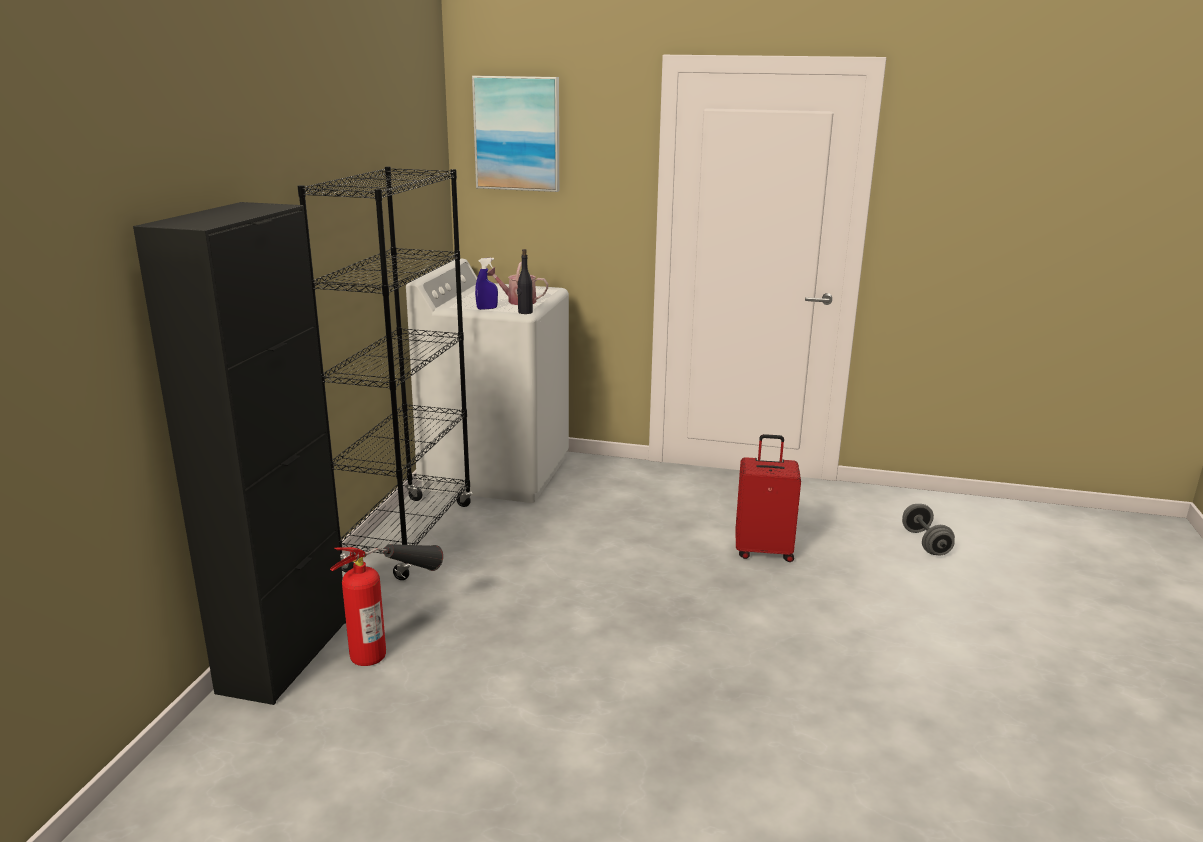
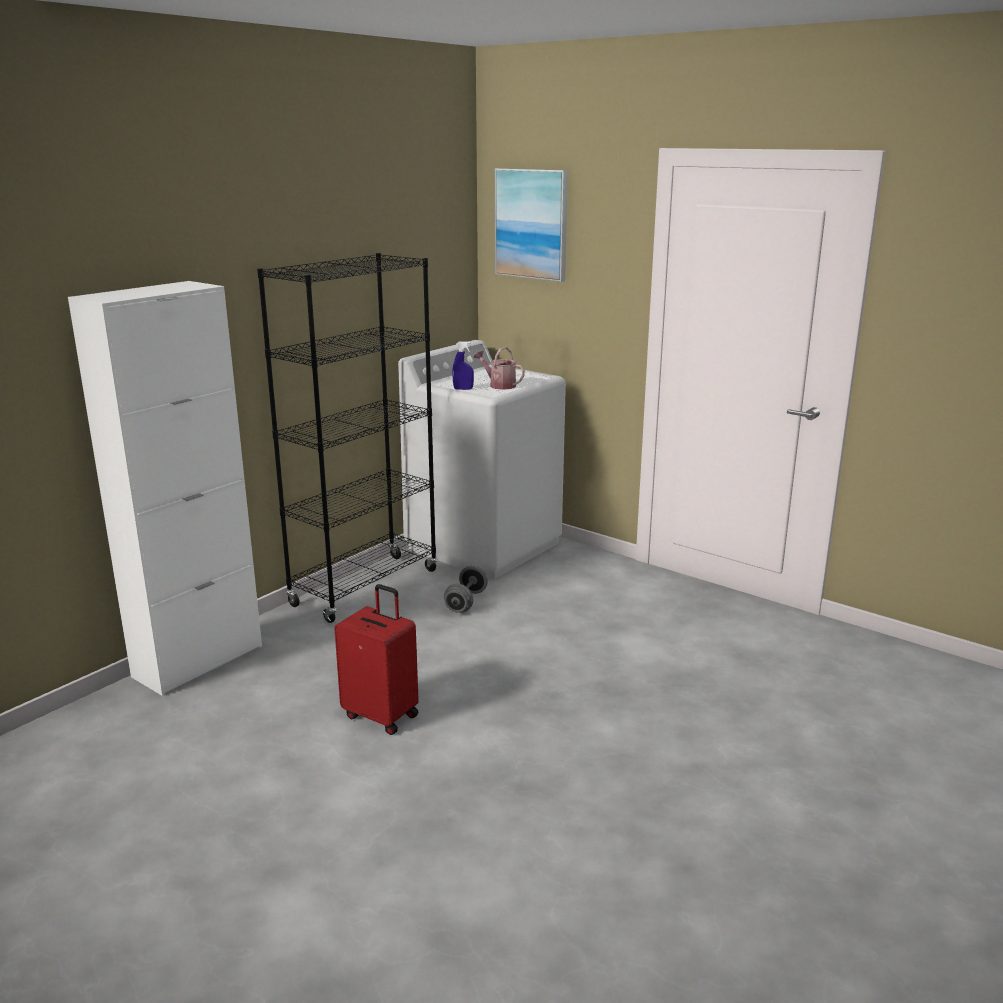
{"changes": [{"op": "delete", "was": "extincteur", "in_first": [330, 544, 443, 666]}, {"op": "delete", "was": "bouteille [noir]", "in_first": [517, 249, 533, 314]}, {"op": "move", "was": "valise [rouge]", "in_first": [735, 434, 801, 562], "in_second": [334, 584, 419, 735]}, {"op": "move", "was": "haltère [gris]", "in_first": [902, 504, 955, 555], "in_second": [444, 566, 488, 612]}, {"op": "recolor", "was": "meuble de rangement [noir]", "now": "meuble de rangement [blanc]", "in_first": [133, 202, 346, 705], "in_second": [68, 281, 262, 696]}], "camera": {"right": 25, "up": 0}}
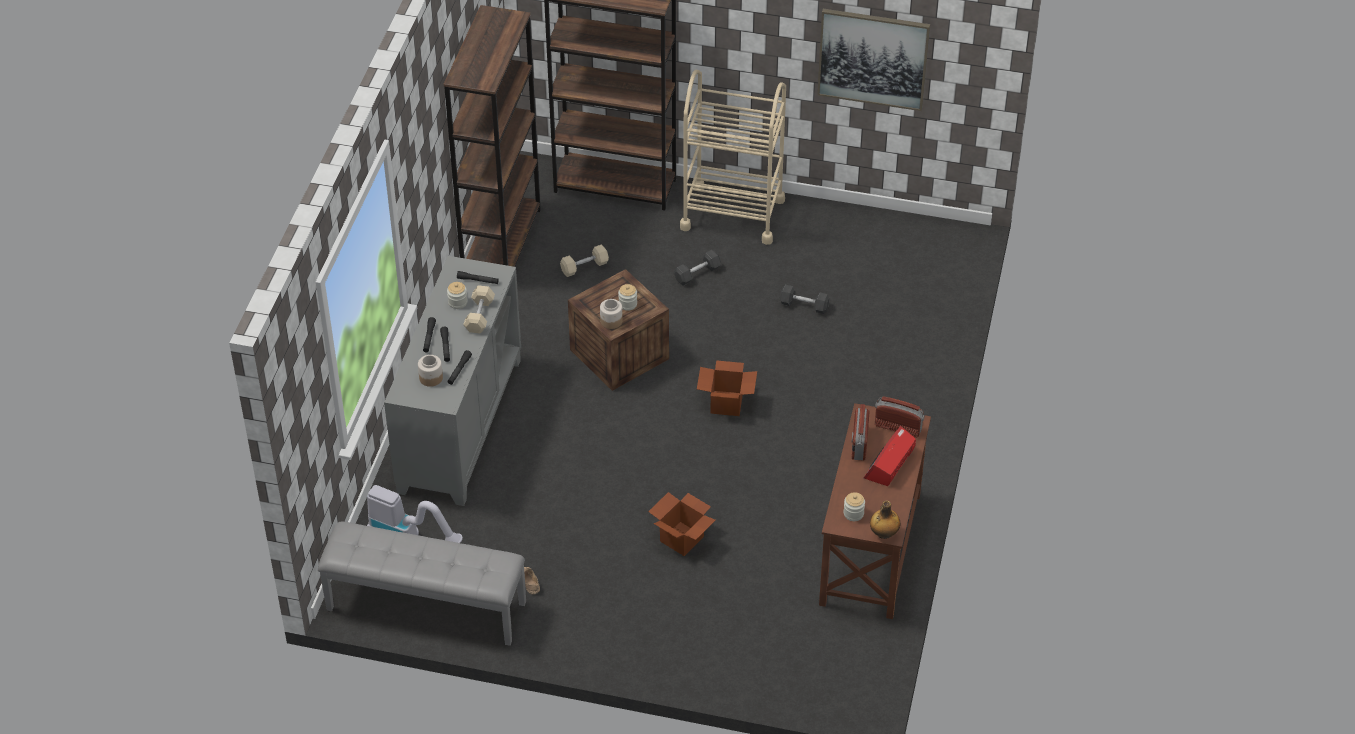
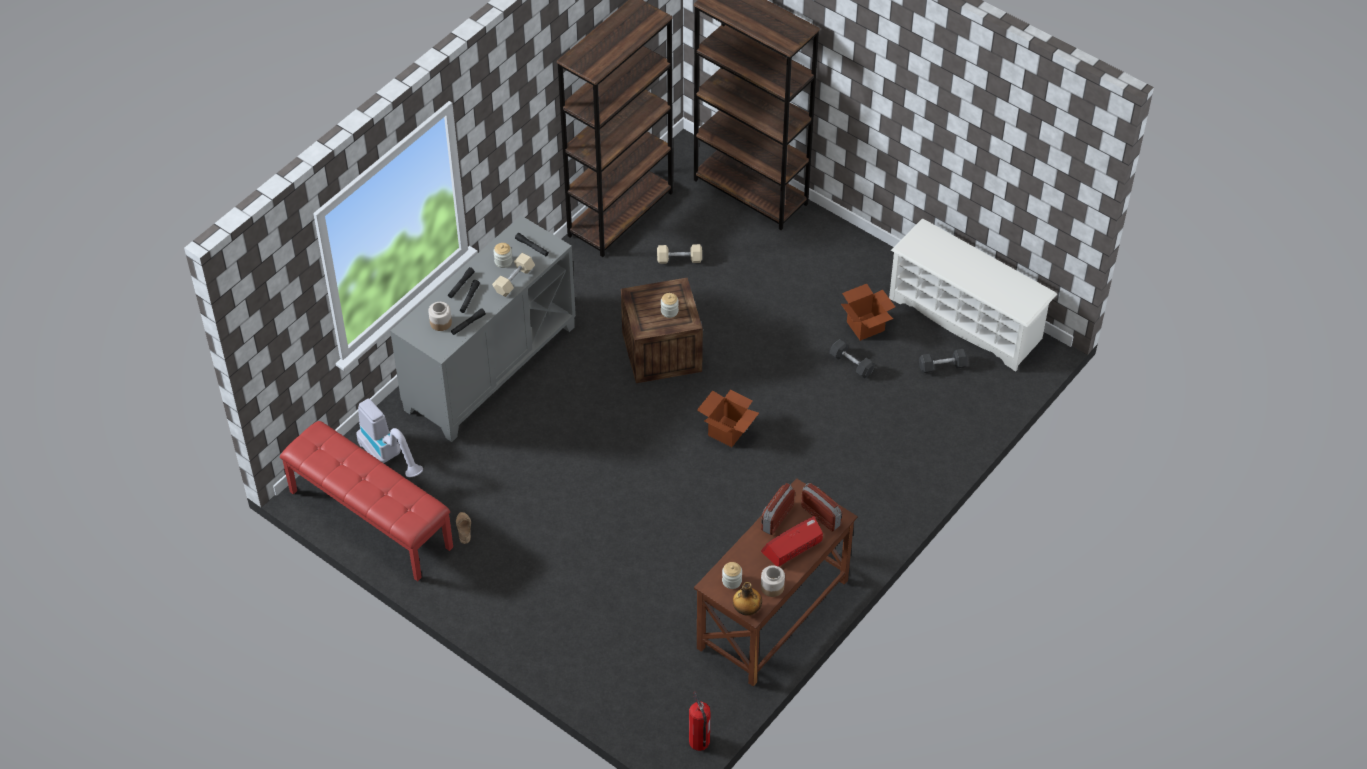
{"changes": [{"op": "delete", "was": "chariot [beige]", "in_first": [680, 70, 786, 245]}, {"op": "delete", "was": "tableau", "in_first": [817, 9, 930, 111]}, {"op": "insert", "now": "extincteur", "in_second": [689, 692, 710, 751]}, {"op": "insert", "now": "étagère à chaussures [blanc]", "in_second": [889, 219, 1057, 371]}, {"op": "move", "was": "bocal", "in_first": [600, 299, 623, 329], "in_second": [761, 565, 785, 597]}, {"op": "move", "was": "carton", "in_first": [648, 492, 716, 556], "in_second": [841, 284, 895, 341]}, {"op": "move", "was": "haltère [gris]", "in_first": [674, 250, 721, 286], "in_second": [919, 349, 968, 374]}, {"op": "recolor", "was": "banc [gris]", "now": "banc [rouge]", "in_first": [318, 521, 526, 646], "in_second": [280, 421, 453, 581]}], "camera": {"right": 25, "up": 5}}
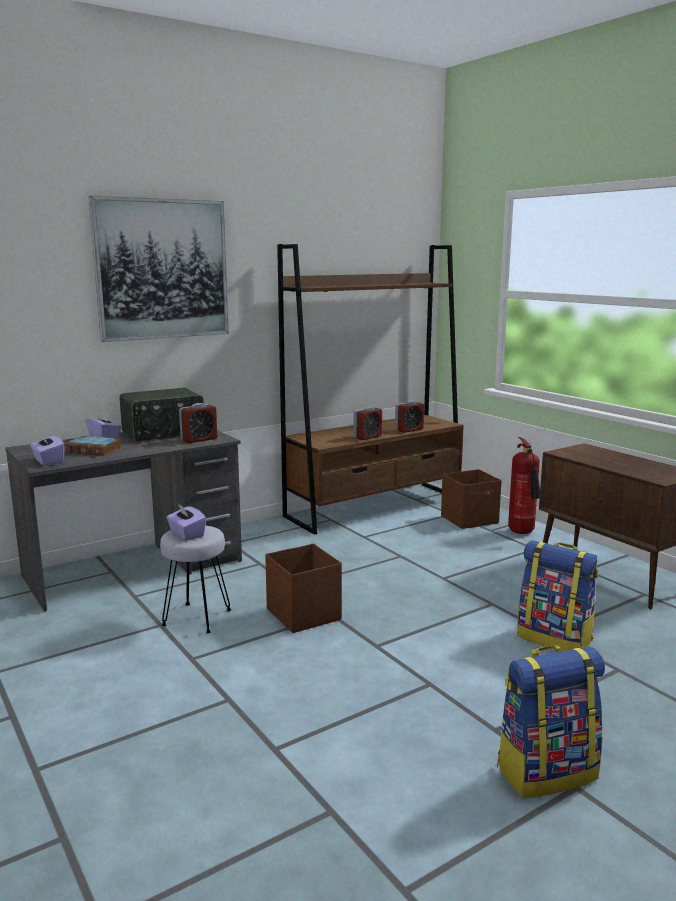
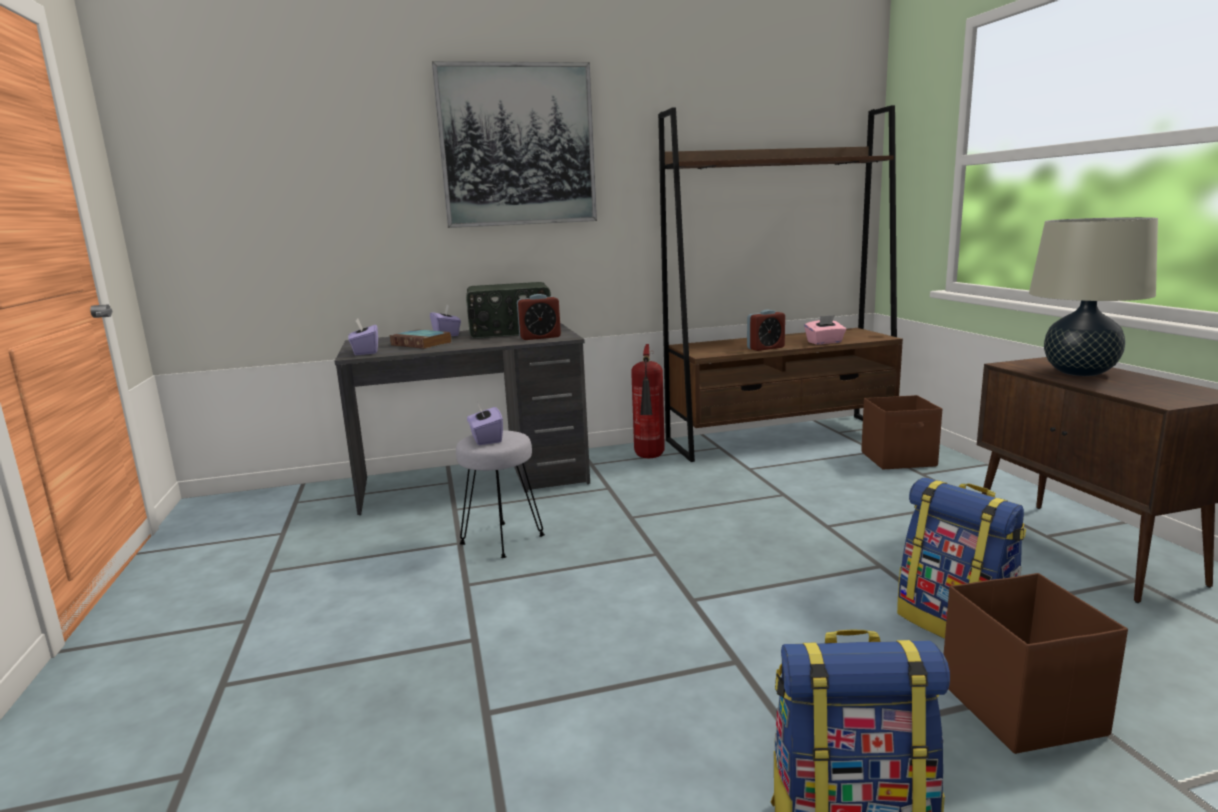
{"changes": [{"op": "insert", "now": "lampe de table [beige]", "in_second": [1029, 217, 1158, 376]}, {"op": "move", "was": "boîte de rangement [marron]", "in_first": [265, 544, 342, 633], "in_second": [944, 573, 1128, 754]}, {"op": "move", "was": "extincteur", "in_first": [508, 437, 540, 534], "in_second": [631, 344, 665, 458]}, {"op": "replace", "was": "réveil", "now": "boîte à mouchoirs [rose]", "in_first": [395, 400, 424, 433], "in_second": [804, 315, 846, 345]}], "camera": {"right": 20, "up": 0}}
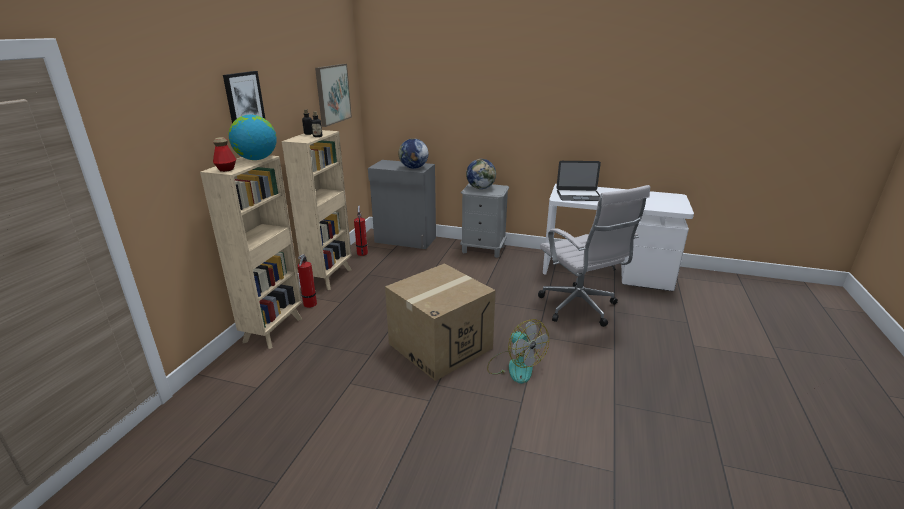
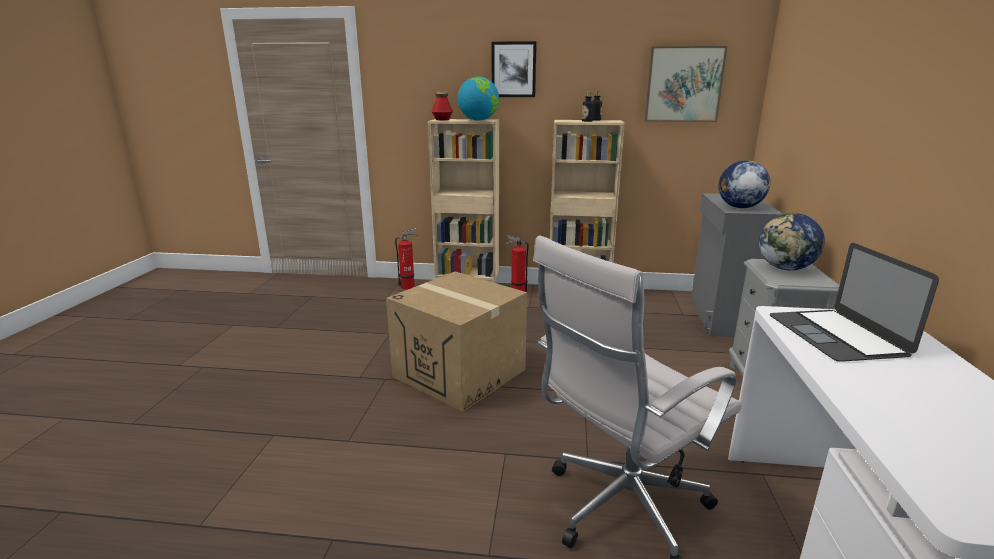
{"changes": [{"op": "delete", "was": "ventilateur", "in_first": [487, 319, 549, 384]}, {"op": "move", "was": "extincteur", "in_first": [354, 206, 368, 256], "in_second": [395, 228, 418, 289]}], "camera": {"right": 80, "up": -5}}
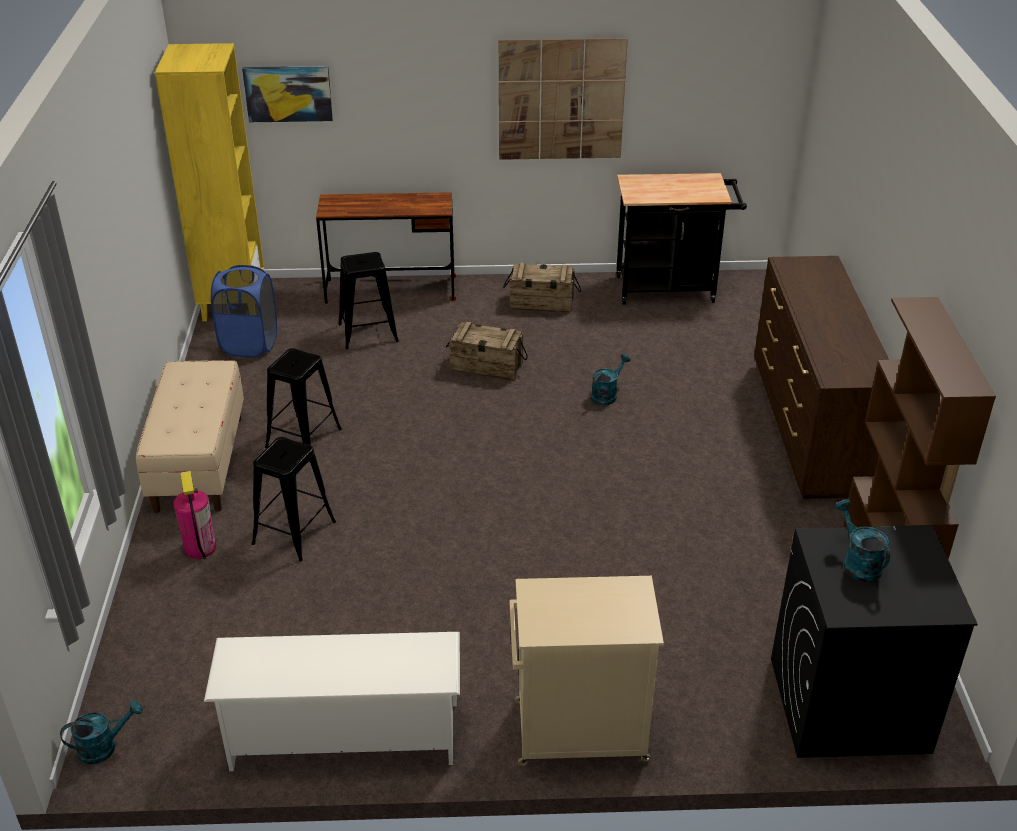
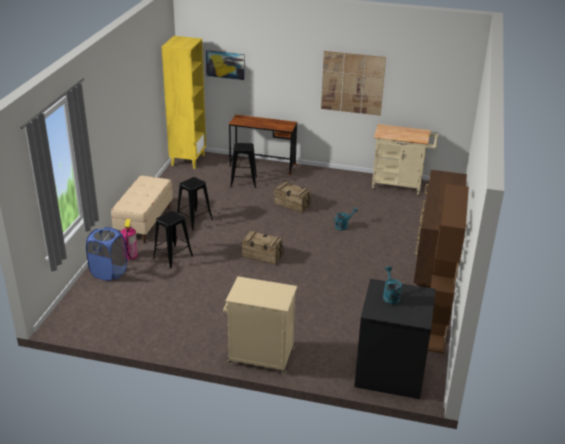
{"changes": [{"op": "delete", "was": "arrosoir [turquoise]", "in_first": [60, 701, 143, 764]}, {"op": "delete", "was": "étagère à chaussures [blanc]", "in_first": [204, 632, 460, 771]}, {"op": "move", "was": "panier à linge [bleu]", "in_first": [211, 265, 277, 357], "in_second": [86, 227, 127, 281]}, {"op": "move", "was": "caisse", "in_first": [503, 262, 581, 313], "in_second": [241, 231, 284, 265]}, {"op": "recolor", "was": "chariot [noir]", "now": "chariot [beige]", "in_first": [616, 173, 747, 305], "in_second": [372, 124, 438, 195]}], "camera": {"right": 15, "up": -5}}
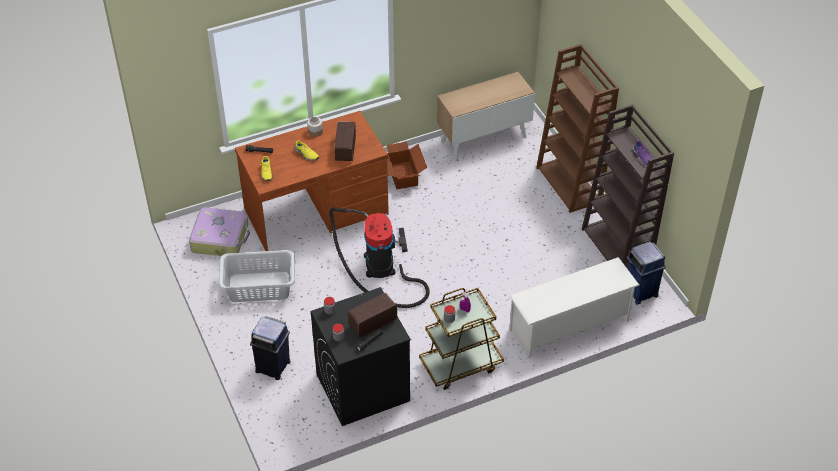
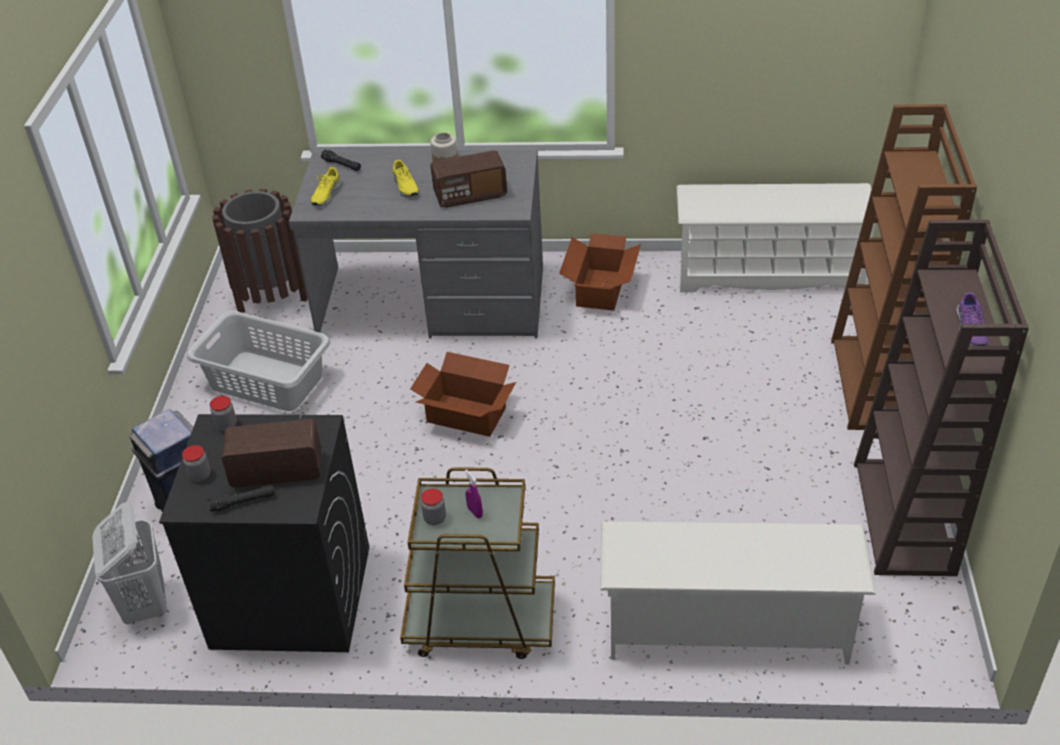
{"changes": [{"op": "delete", "was": "poubelle [bleu]", "in_first": [627, 241, 666, 305]}, {"op": "insert", "now": "panier à linge [blanc]", "in_second": [92, 502, 167, 625]}, {"op": "replace", "was": "valise", "now": "poubelle [marron]", "in_first": [189, 207, 250, 256], "in_second": [212, 189, 308, 313]}, {"op": "replace", "was": "aspirateur", "now": "carton", "in_first": [330, 207, 430, 308], "in_second": [410, 352, 516, 437]}, {"op": "replace", "was": "meuble de rangement", "now": "étagère à chaussures [blanc]", "in_first": [437, 72, 535, 160], "in_second": [677, 183, 875, 293]}, {"op": "recolor", "was": "bureau [marron]", "now": "bureau [gris]", "in_first": [235, 111, 389, 251], "in_second": [289, 149, 543, 338]}, {"op": "rotate", "was": "radio", "in_first": [334, 121, 356, 161], "in_second": [430, 150, 507, 208], "clockwise": -135}], "camera": {"right": 30, "up": -5}}
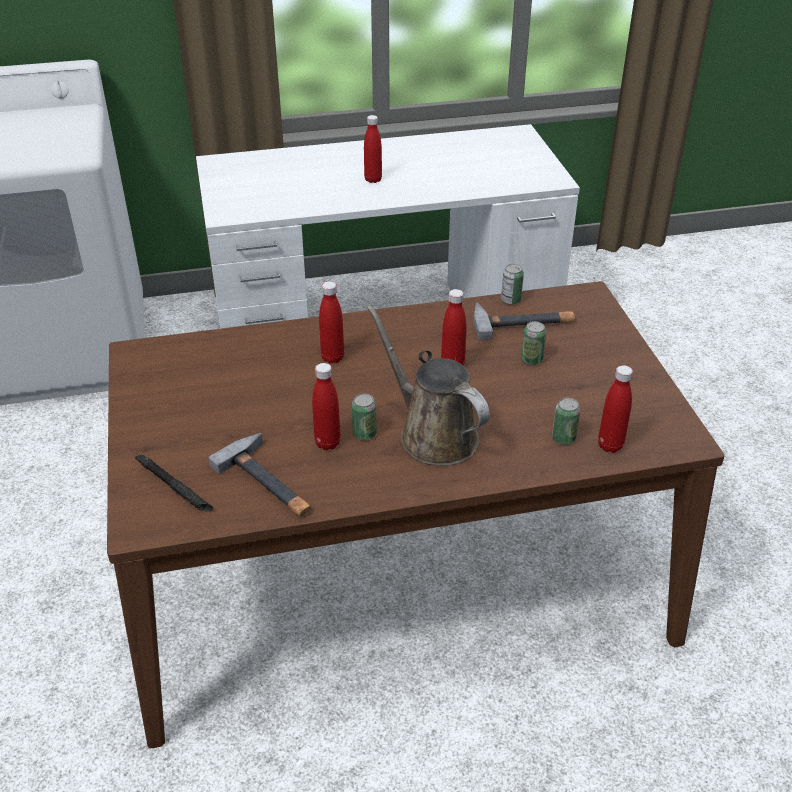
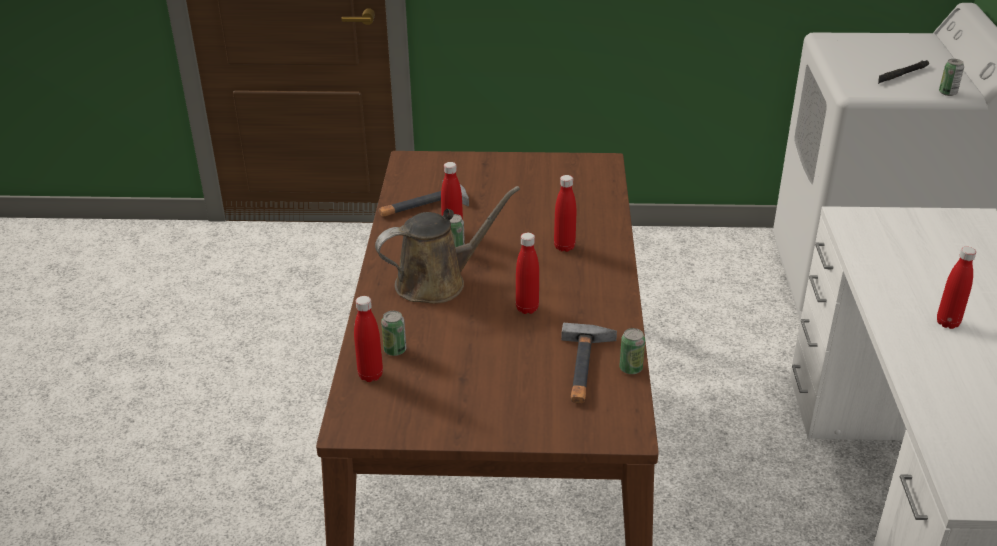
{"changes": [{"op": "move", "was": "lampe de poche [noir]", "in_first": [135, 454, 213, 511], "in_second": [878, 60, 929, 84]}, {"op": "move", "was": "boîte métallique", "in_first": [521, 321, 546, 365], "in_second": [939, 59, 964, 96]}], "camera": {"right": 105, "up": -5}}
